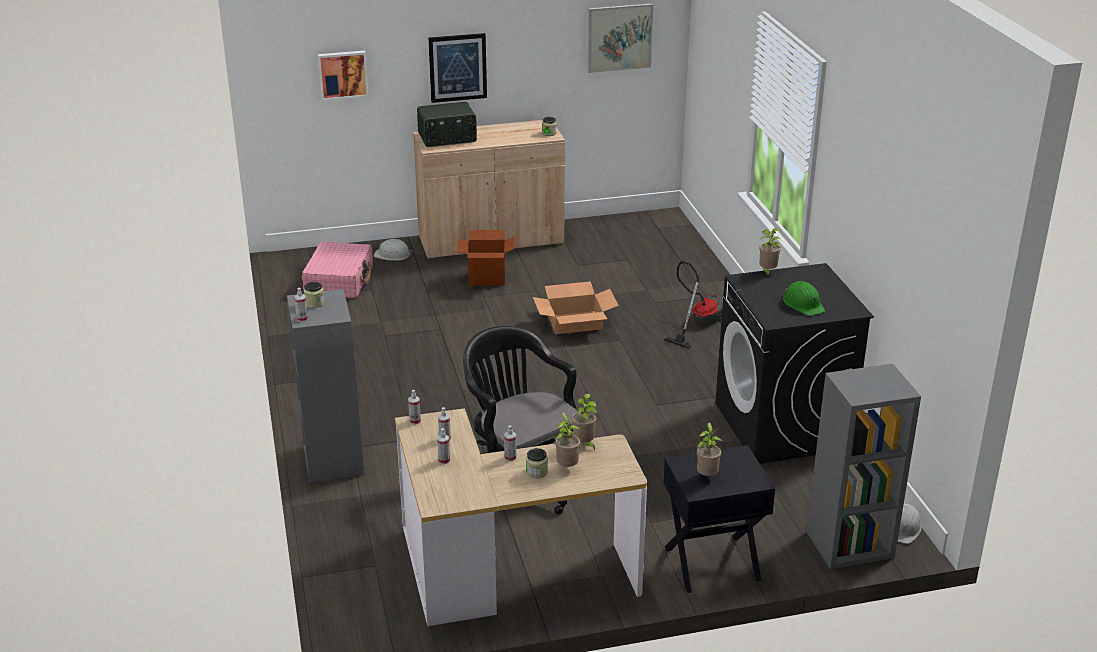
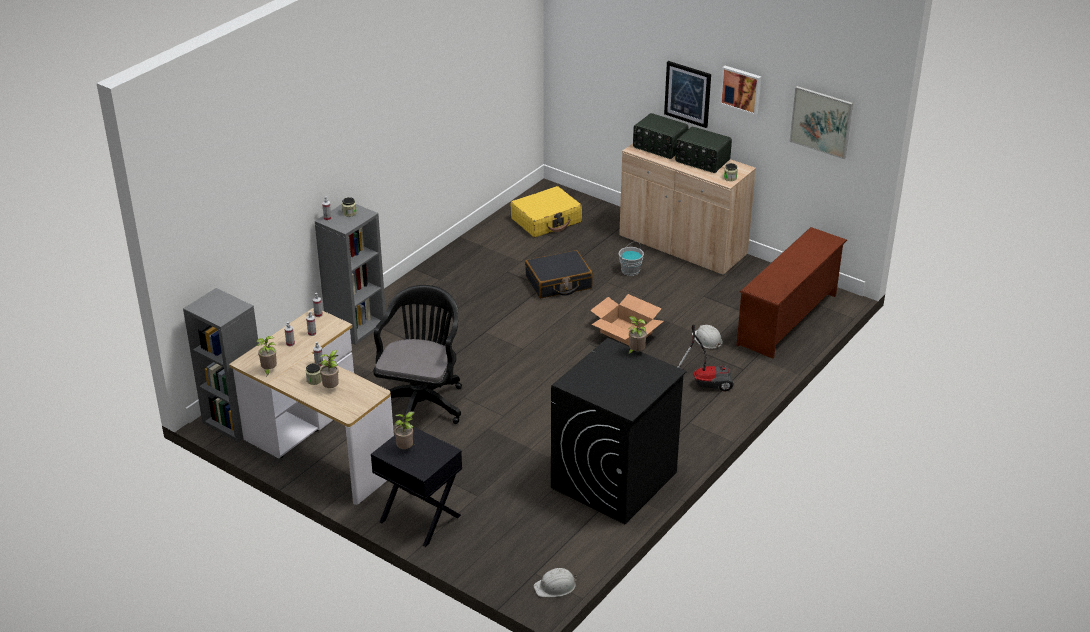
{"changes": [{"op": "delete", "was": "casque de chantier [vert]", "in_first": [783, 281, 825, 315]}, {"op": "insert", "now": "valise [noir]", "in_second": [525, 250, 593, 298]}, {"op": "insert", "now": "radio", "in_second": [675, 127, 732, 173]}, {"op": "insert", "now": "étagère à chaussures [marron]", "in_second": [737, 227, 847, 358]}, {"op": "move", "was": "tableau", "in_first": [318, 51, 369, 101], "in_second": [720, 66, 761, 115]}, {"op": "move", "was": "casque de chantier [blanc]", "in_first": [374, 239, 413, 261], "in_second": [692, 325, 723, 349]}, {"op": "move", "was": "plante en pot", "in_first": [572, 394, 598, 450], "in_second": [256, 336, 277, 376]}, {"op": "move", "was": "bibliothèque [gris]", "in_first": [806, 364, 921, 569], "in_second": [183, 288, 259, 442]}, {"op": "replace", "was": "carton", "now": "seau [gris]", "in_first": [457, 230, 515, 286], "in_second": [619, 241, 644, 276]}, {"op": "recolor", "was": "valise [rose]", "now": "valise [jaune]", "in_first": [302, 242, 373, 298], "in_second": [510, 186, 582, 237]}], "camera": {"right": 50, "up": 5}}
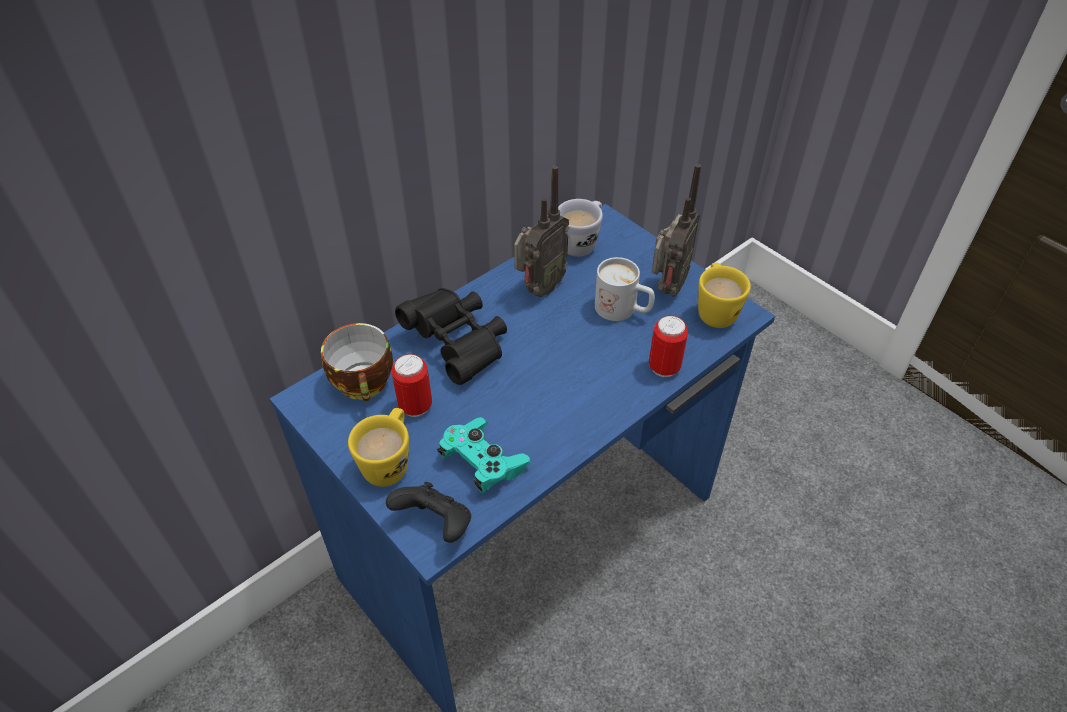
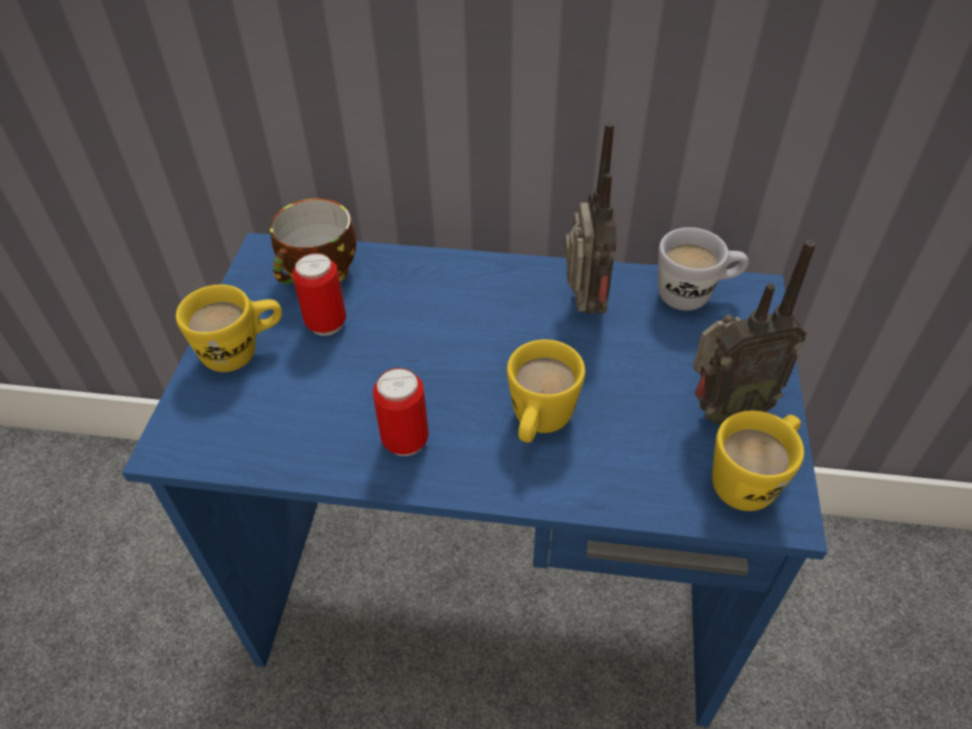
{"changes": [{"op": "delete", "was": "manette [noir]", "in_first": [386, 482, 471, 543]}, {"op": "delete", "was": "jumelles [noir]", "in_first": [395, 288, 507, 385]}, {"op": "delete", "was": "manette [turquoise]", "in_first": [437, 417, 531, 494]}, {"op": "delete", "was": "mug [blanc]", "in_first": [595, 257, 655, 321]}, {"op": "insert", "now": "mug [jaune]", "in_second": [507, 339, 585, 443]}, {"op": "move", "was": "boîte métallique", "in_first": [649, 315, 688, 377], "in_second": [373, 368, 429, 456]}, {"op": "rotate", "was": "radio", "in_first": [514, 166, 569, 297], "in_second": [564, 122, 617, 314], "clockwise": -90}], "camera": {"right": 50, "up": 0}}
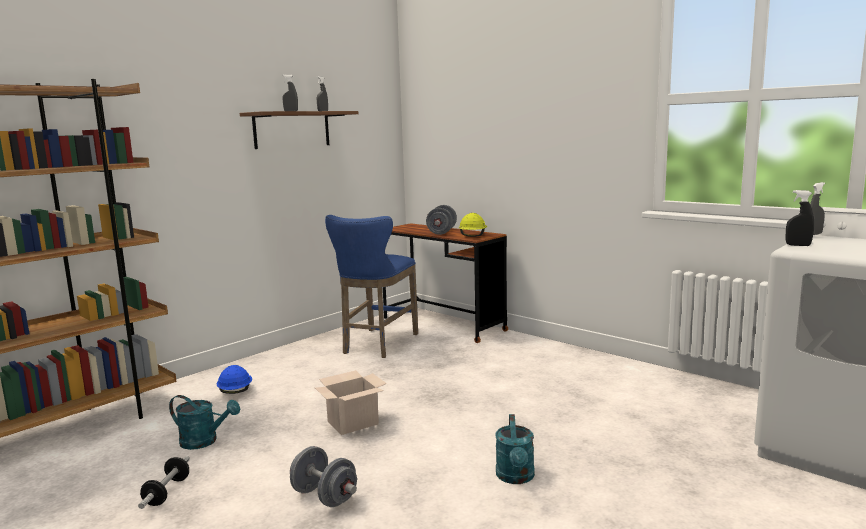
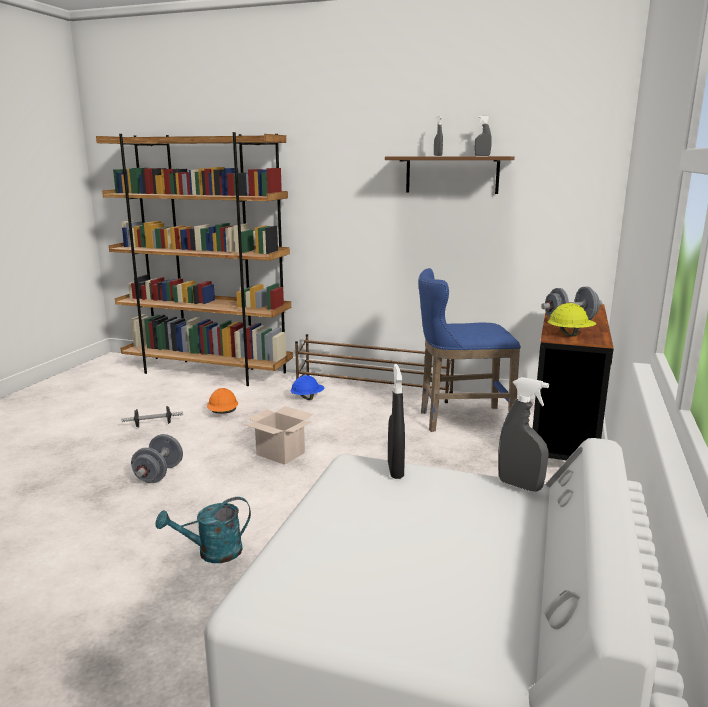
{"changes": [{"op": "insert", "now": "étagère à chaussures [marron]", "in_second": [295, 334, 454, 403]}, {"op": "replace", "was": "arrosoir [turquoise]", "now": "casque de chantier [orange]", "in_first": [169, 395, 240, 450], "in_second": [207, 388, 238, 414]}], "camera": {"right": 65, "up": 5}}
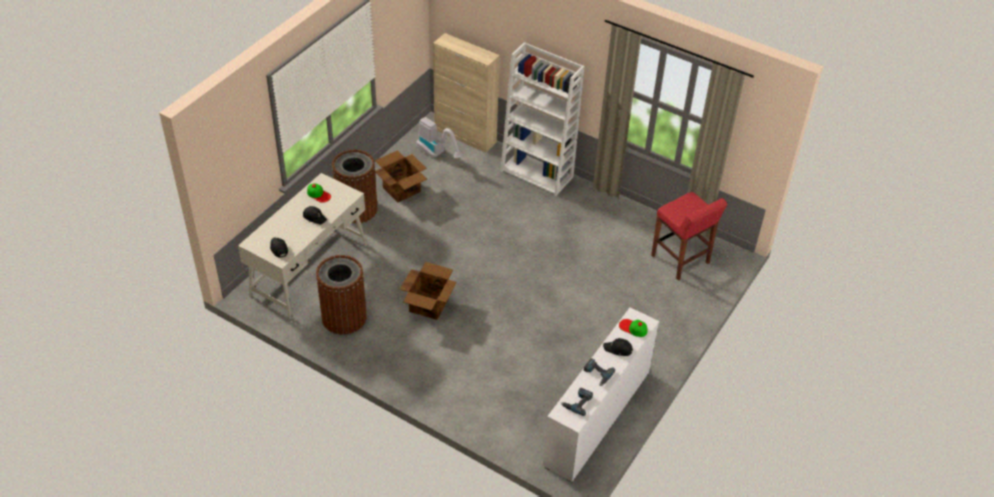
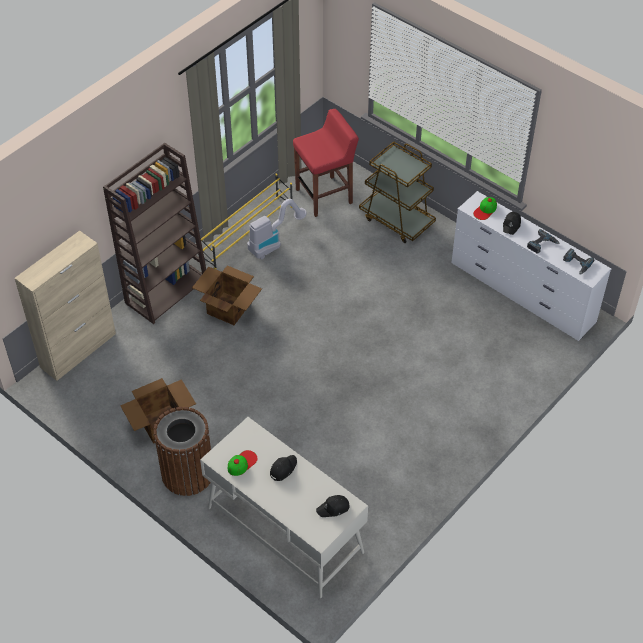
{"changes": [{"op": "delete", "was": "poubelle [marron]", "in_first": [316, 255, 367, 335]}, {"op": "insert", "now": "étagère à chaussures [jaune]", "in_second": [201, 174, 292, 269]}, {"op": "insert", "now": "chariot [marron]", "in_second": [359, 141, 436, 243]}, {"op": "move", "was": "carton", "in_first": [400, 262, 457, 320], "in_second": [192, 266, 262, 325]}, {"op": "move", "was": "aspirateur", "in_first": [416, 117, 464, 158], "in_second": [247, 199, 306, 259]}, {"op": "recolor", "was": "bibliothèque [blanc]", "now": "bibliothèque [marron]", "in_first": [500, 42, 585, 196], "in_second": [103, 142, 206, 324]}], "camera": {"right": -80, "up": 5}}
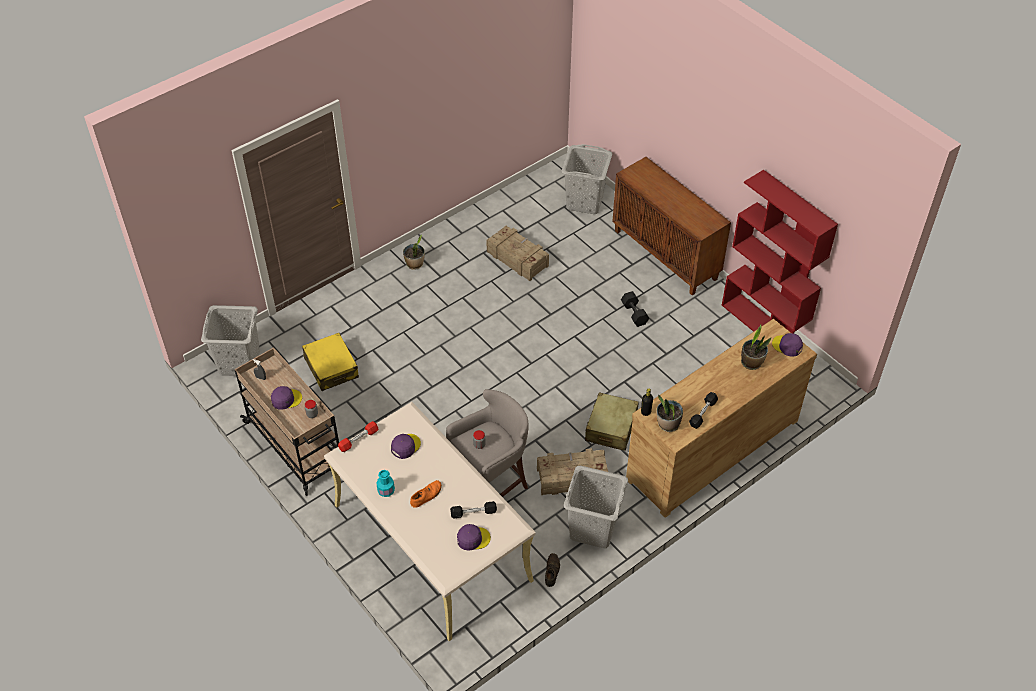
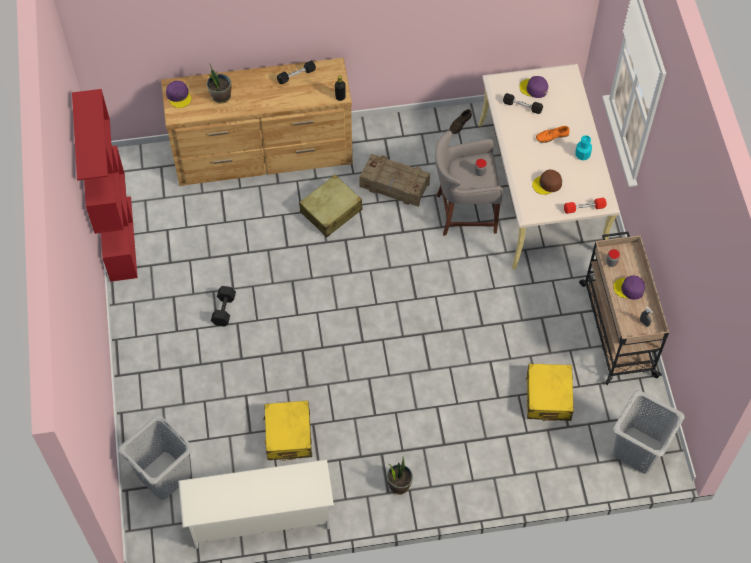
{"changes": [{"op": "delete", "was": "panier à linge [gris]", "in_first": [564, 465, 628, 548]}, {"op": "delete", "was": "meuble de rangement [marron]", "in_first": [612, 157, 731, 295]}, {"op": "delete", "was": "plante en pot", "in_first": [657, 395, 683, 432]}, {"op": "insert", "now": "étagère à chaussures [blanc]", "in_second": [178, 459, 334, 549]}, {"op": "replace", "was": "caisse", "now": "valise [jaune]", "in_first": [486, 226, 549, 281], "in_second": [263, 401, 312, 461]}, {"op": "recolor", "was": "casquette [violet]", "now": "casquette [marron]", "in_first": [391, 434, 421, 459], "in_second": [532, 170, 562, 195]}], "camera": {"right": -150, "up": 10}}
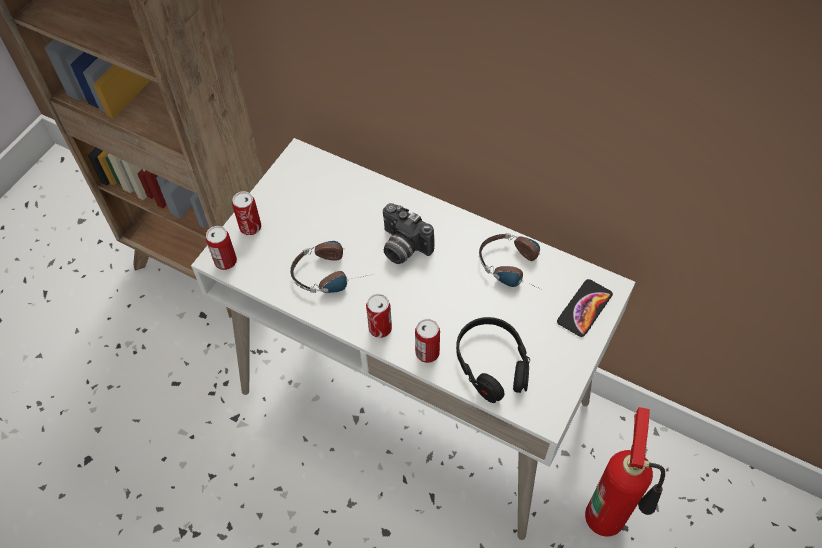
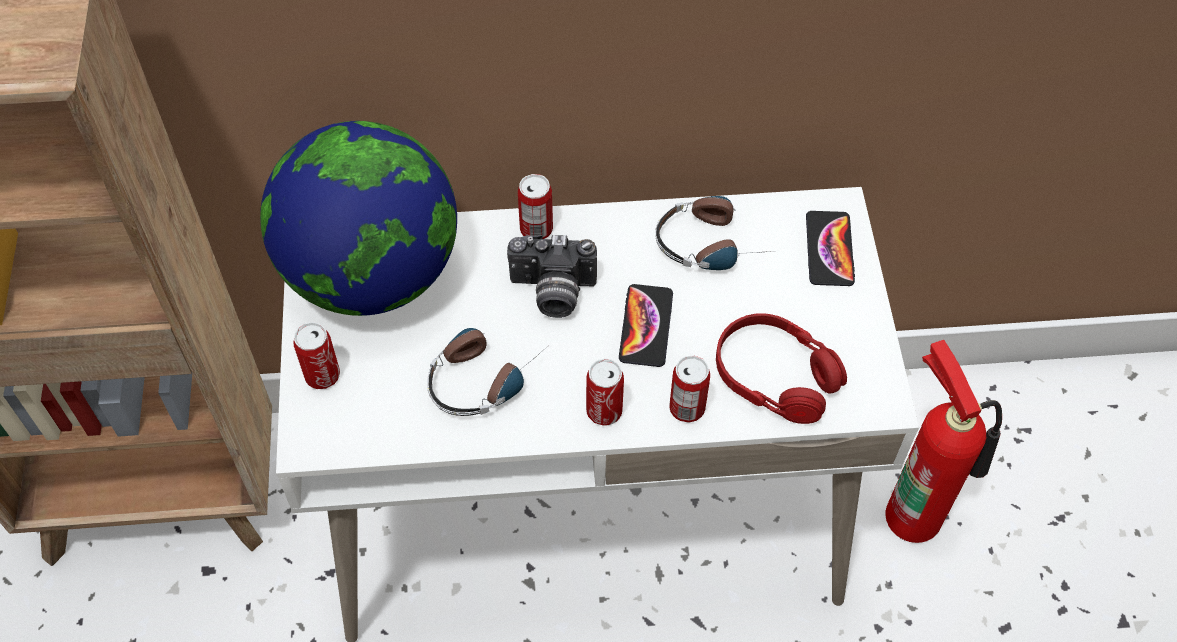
{"changes": [{"op": "insert", "now": "globe", "in_second": [260, 121, 457, 316]}, {"op": "insert", "now": "téléphone", "in_second": [619, 284, 673, 367]}, {"op": "move", "was": "boîte métallique", "in_first": [206, 226, 237, 270], "in_second": [518, 174, 553, 239]}, {"op": "recolor", "was": "casque audio [noir]", "now": "casque audio [rouge]", "in_first": [456, 317, 530, 403], "in_second": [716, 313, 847, 424]}], "camera": {"right": -35, "up": 0}}
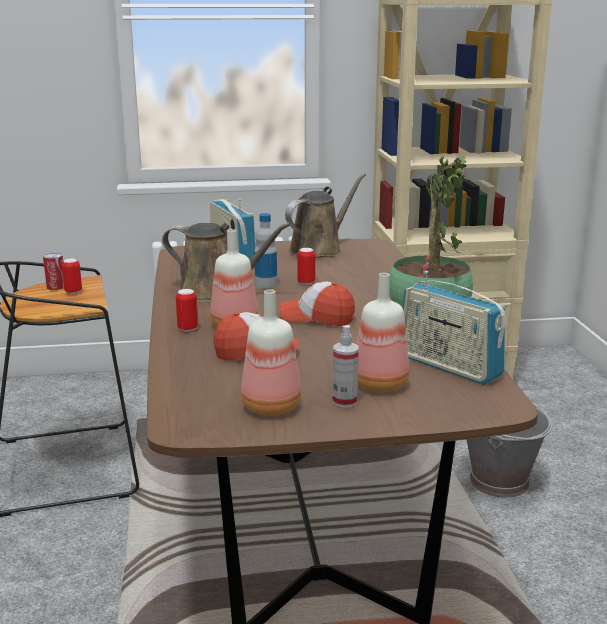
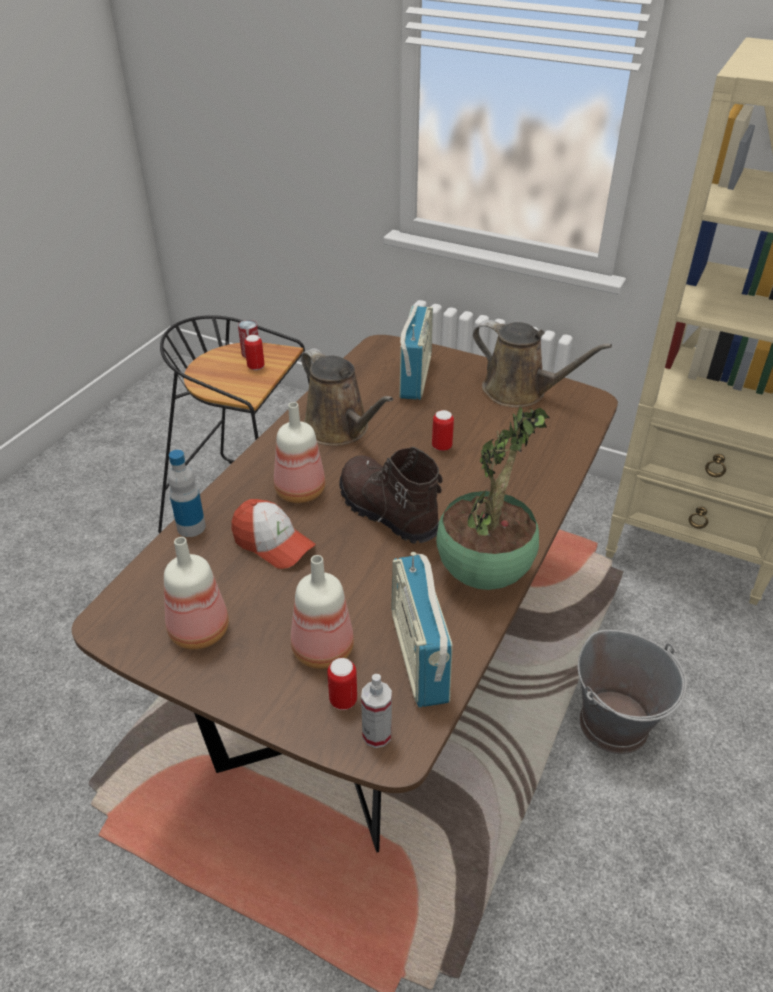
{"changes": [{"op": "move", "was": "boîte métallique", "in_first": [176, 289, 198, 332], "in_second": [327, 658, 357, 710]}, {"op": "move", "was": "bouteille", "in_first": [254, 213, 277, 289], "in_second": [168, 450, 206, 537]}, {"op": "move", "was": "vaporisateur", "in_first": [333, 325, 359, 408], "in_second": [361, 674, 392, 748]}, {"op": "replace", "was": "casquette", "now": "botte [marron]", "in_first": [279, 282, 355, 326], "in_second": [339, 447, 443, 544]}, {"op": "rotate", "was": "arrosoir [marron]", "in_first": [285, 173, 366, 258], "in_second": [473, 320, 612, 407], "clockwise": 45}], "camera": {"right": 35, "up": 20}}
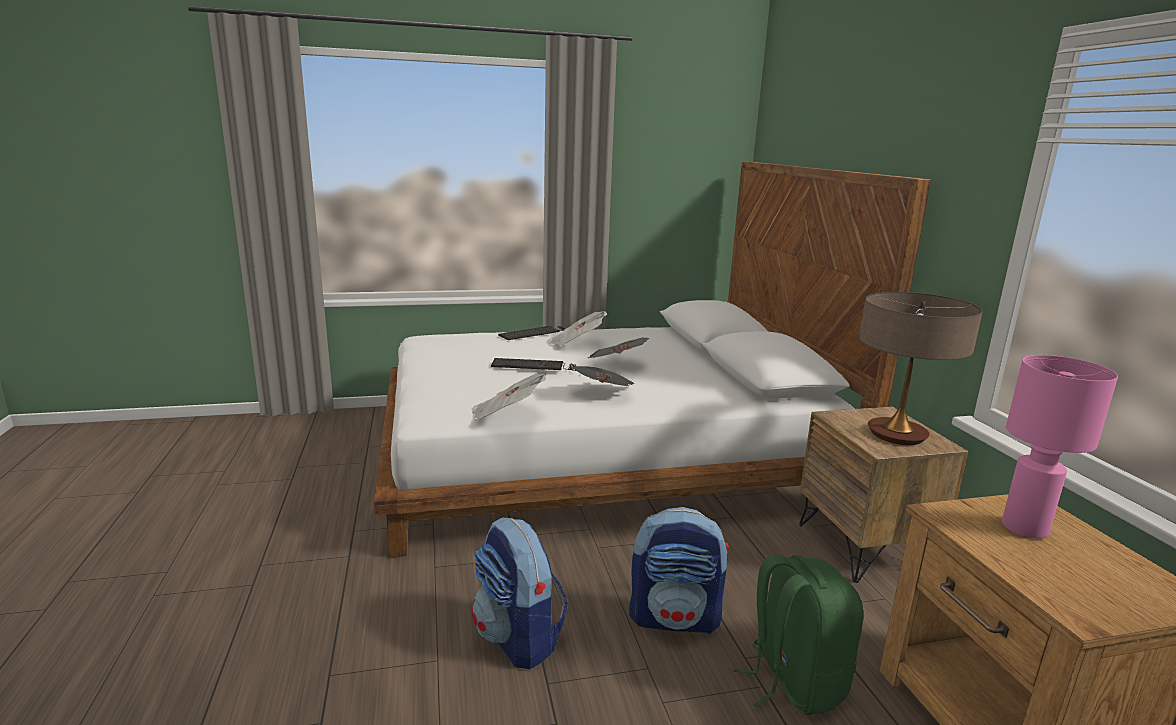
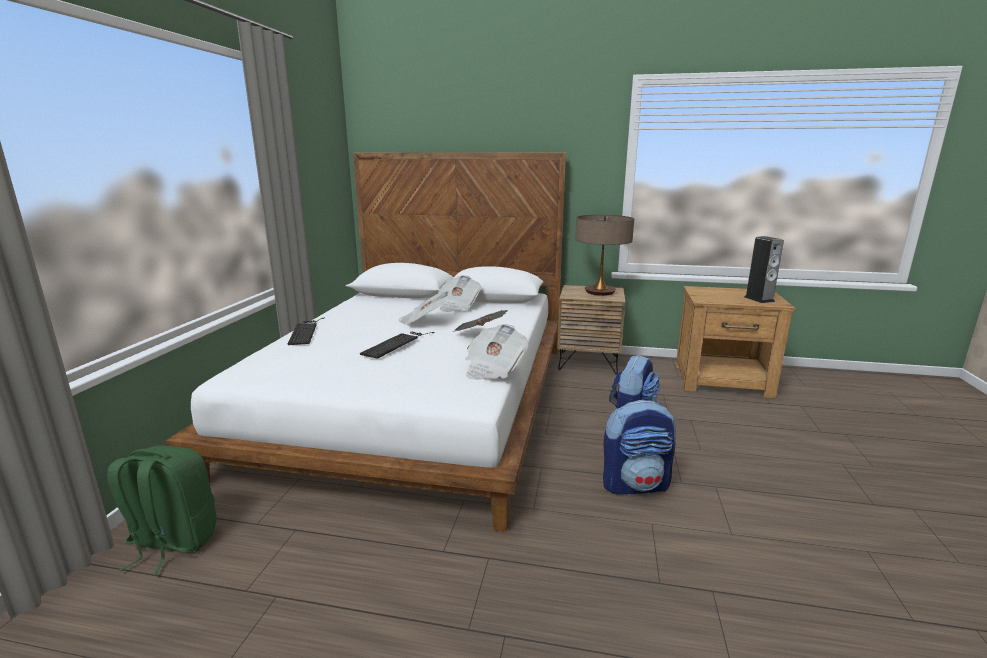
{"changes": [{"op": "delete", "was": "lampe de table [rose]", "in_first": [1002, 355, 1118, 539]}, {"op": "insert", "now": "enceinte", "in_second": [744, 236, 784, 303]}, {"op": "move", "was": "journal", "in_first": [548, 311, 607, 346], "in_second": [438, 275, 481, 312]}, {"op": "move", "was": "sac à dos [vert]", "in_first": [733, 555, 863, 715], "in_second": [107, 445, 216, 576]}], "camera": {"right": -65, "up": 0}}
